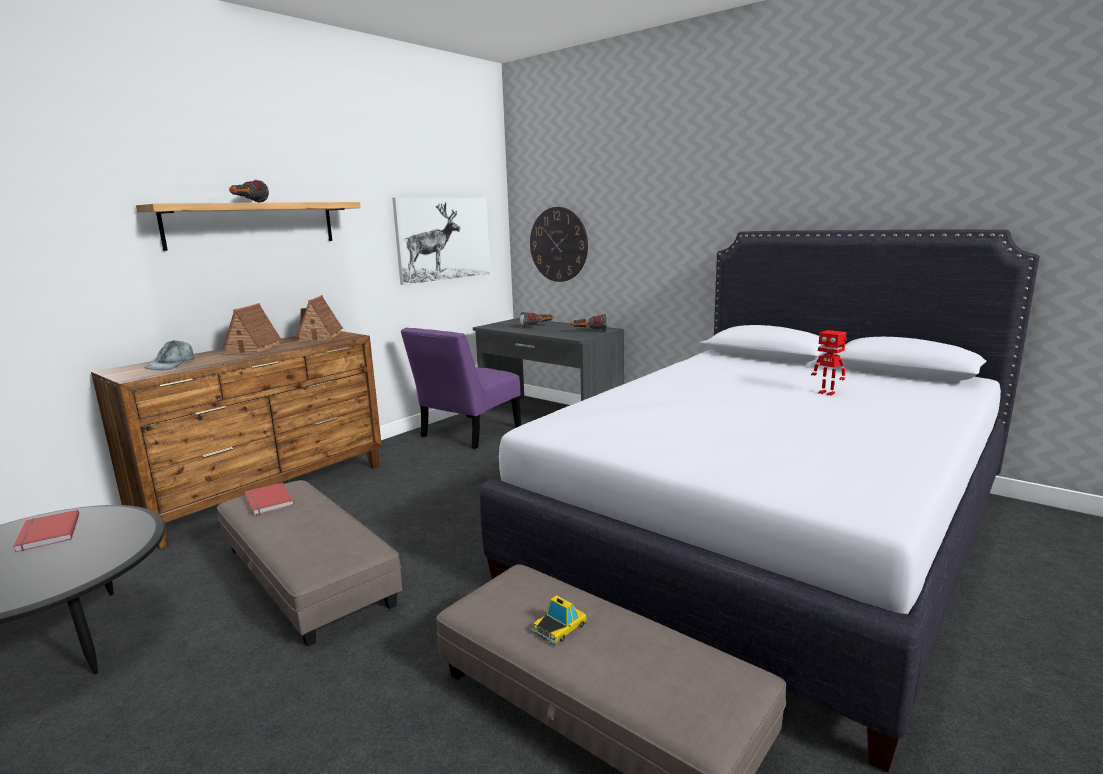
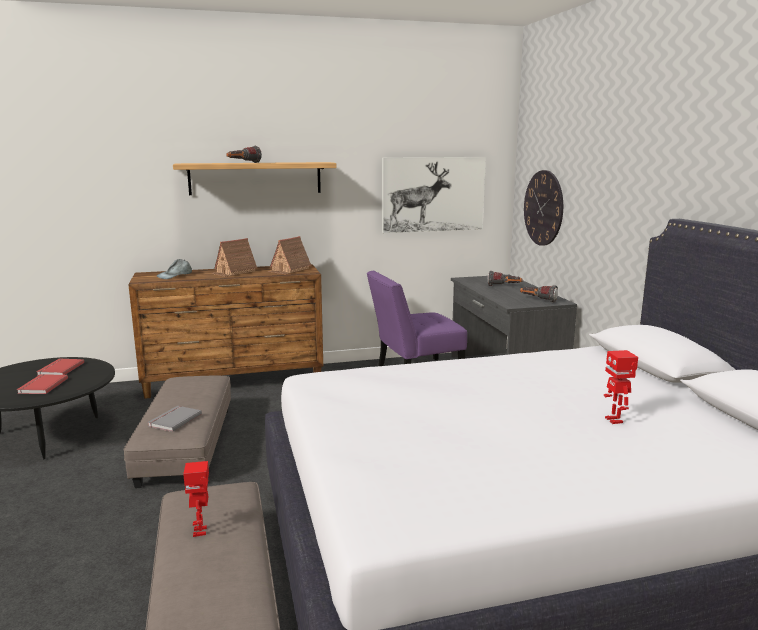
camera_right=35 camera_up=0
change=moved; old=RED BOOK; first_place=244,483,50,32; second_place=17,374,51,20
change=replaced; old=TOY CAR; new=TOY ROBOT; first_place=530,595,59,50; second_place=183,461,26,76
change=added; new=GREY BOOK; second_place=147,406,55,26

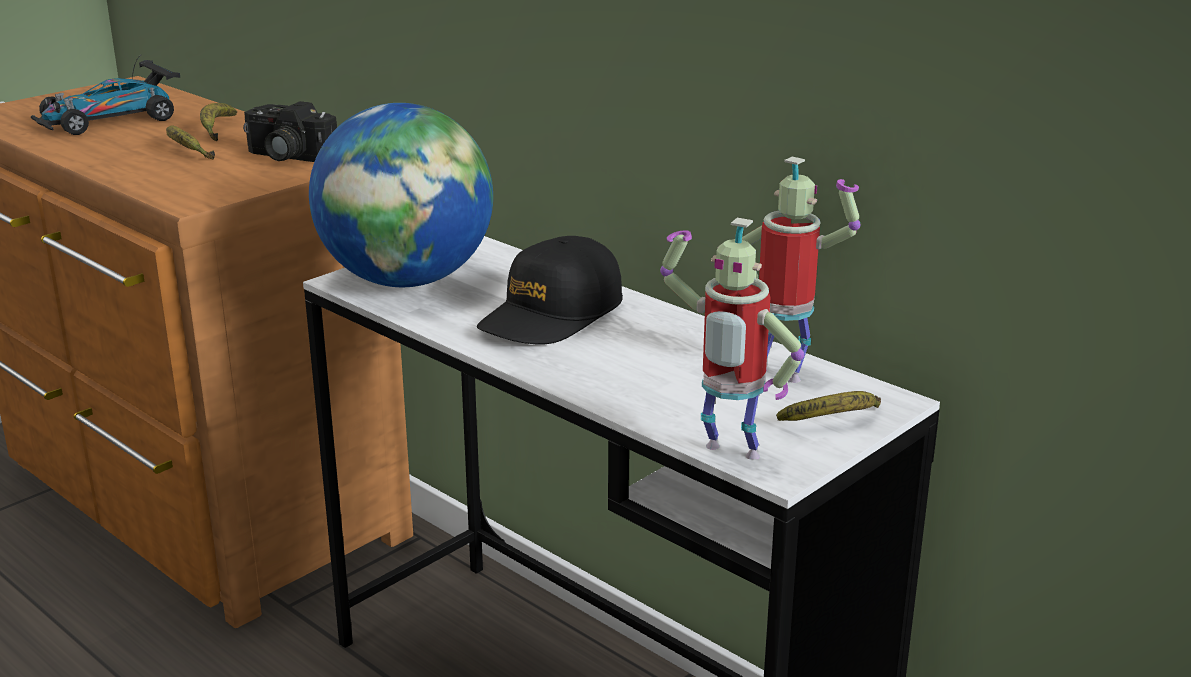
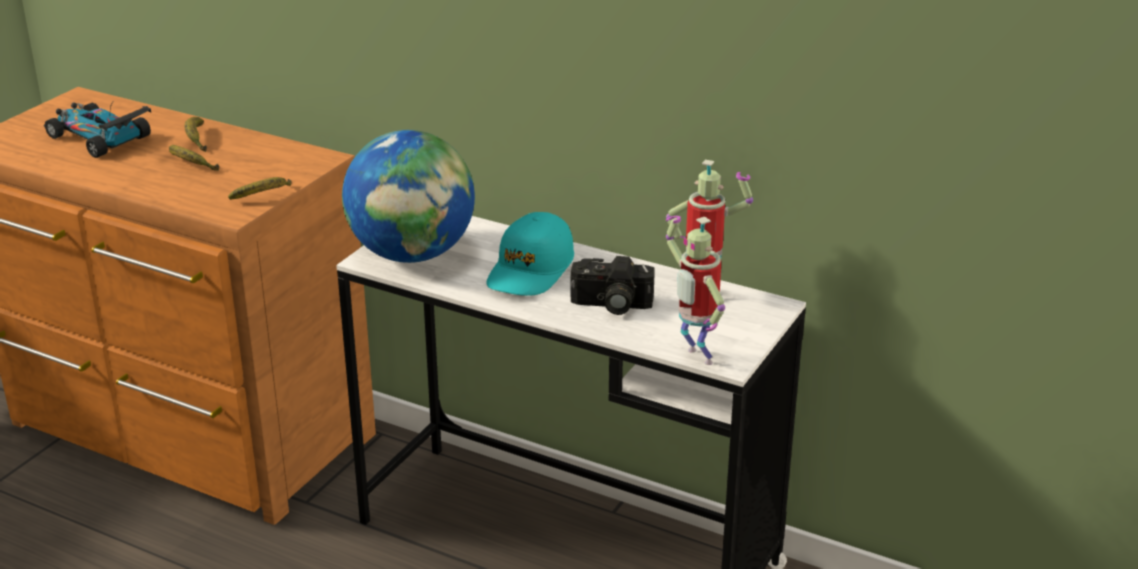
camera_right=-15 camera_up=5
change=turned; old=TOY CAR; first_place=31,55,149,80; second_place=44,101,107,57; degrees=90
change=moved; old=PHOTO CAMERA; first_place=243,101,94,61; second_place=570,256,85,59
change=turned; old=TOY ROBOT; first_place=660,218,144,242; second_place=666,216,59,149; degrees=45
change=recoloured; old=BLACK CAP; new=TURQUOISE CAP; first_place=477,236,146,108; second_place=486,212,88,84
change=moved; old=BANANA; first_place=776,391,105,30; second_place=228,177,64,23

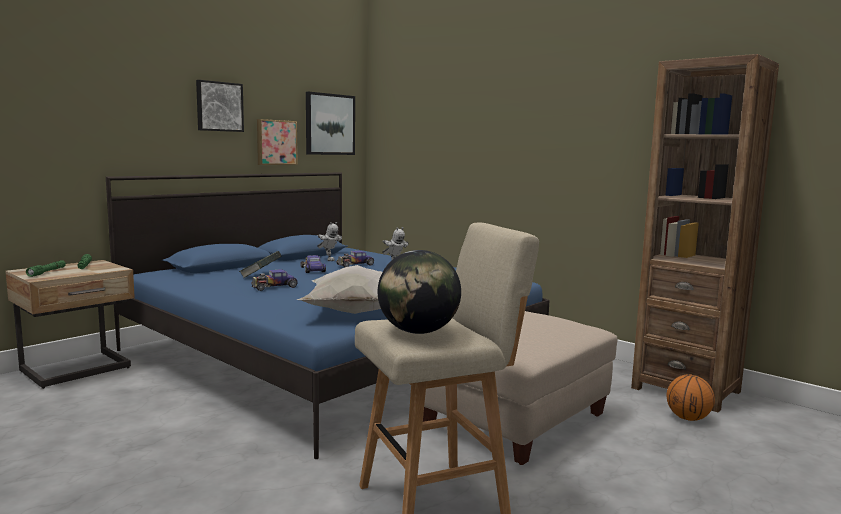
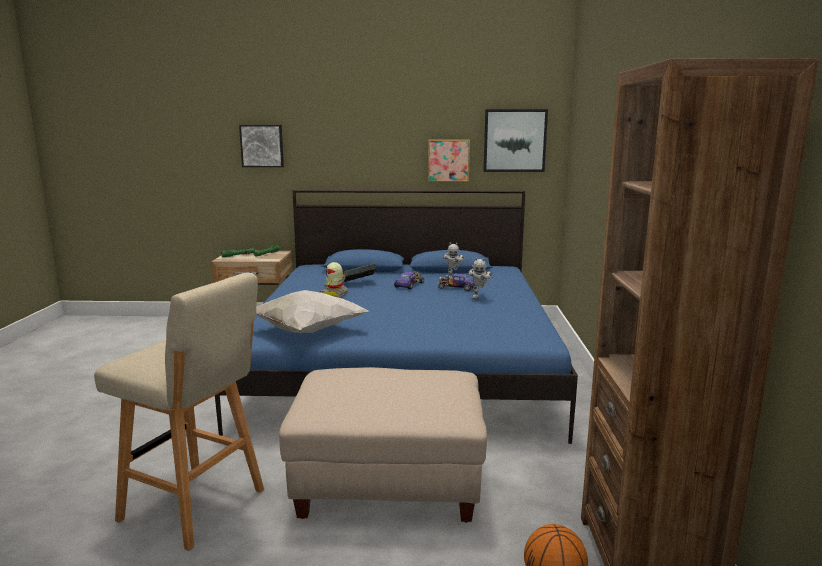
camera_right=50 camera_up=5
change=moved; old=PICTURE; first_place=196,80,48,52; second_place=239,125,45,42
change=removed; old=GLOBE; first_place=378,250,83,84
change=replaced; old=TOY CAR; new=TOY ROBOT; first_place=252,269,46,22; second_place=320,262,29,36

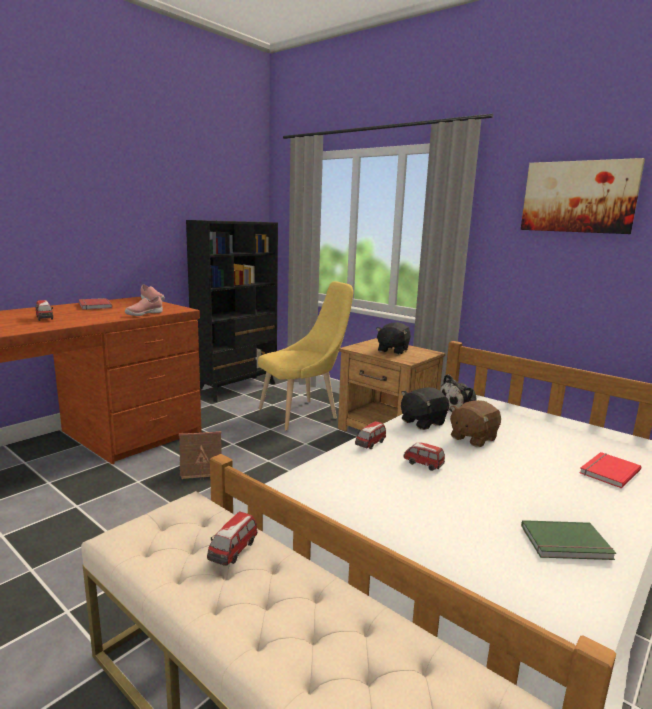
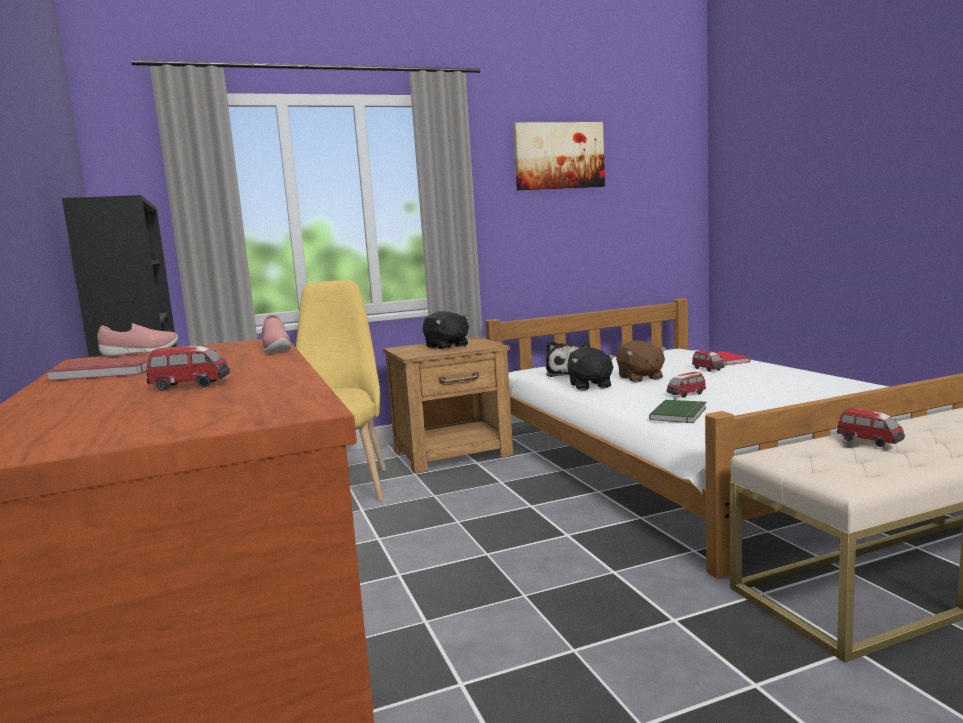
camera_right=-60 camera_up=-5
change=moved; old=TOY CAR; first_place=355,421,31,28; second_place=692,350,33,22
change=removed; old=TOY HOUSE; first_place=179,431,43,49
change=moved; old=GREEN BOOK; first_place=521,520,95,40; second_place=649,400,57,23

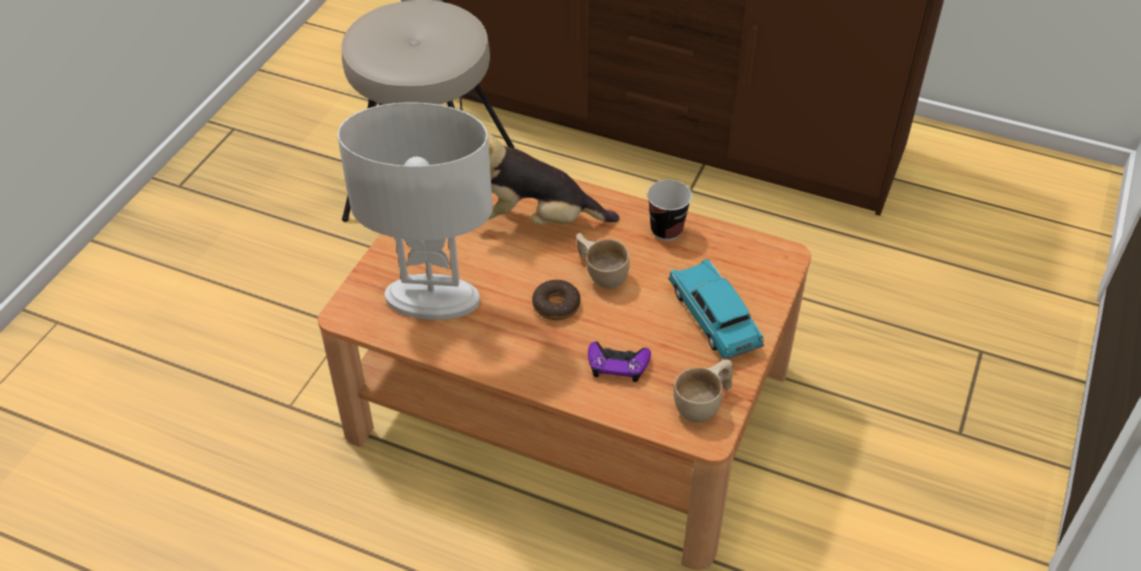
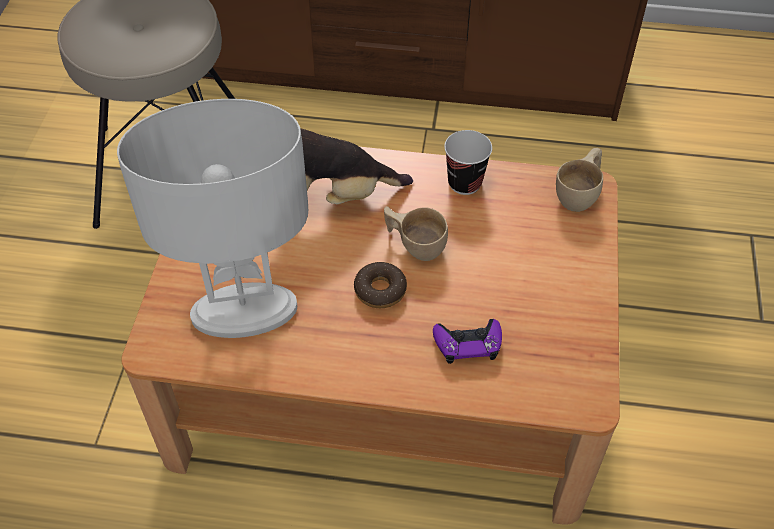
camera_right=-15 camera_up=5
change=removed; old=TURQUOISE TOY CAR; first_place=668,259,96,100
change=moved; old=BEIGE CUP; first_place=674,359,59,64; second_place=556,148,47,64

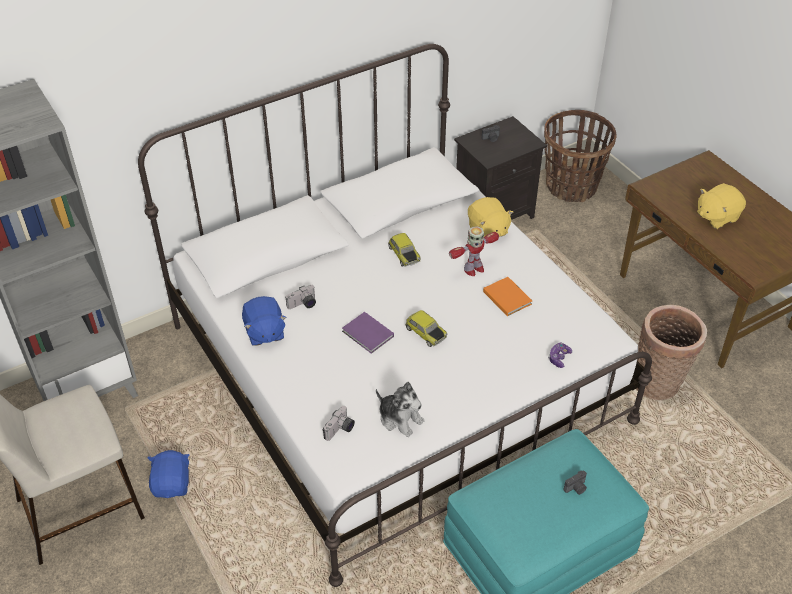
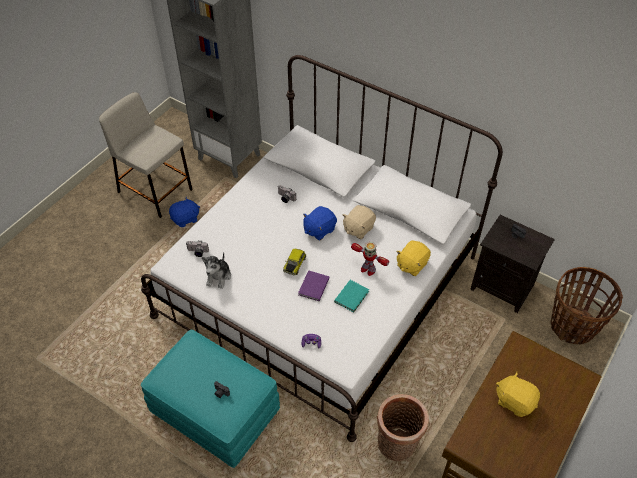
camera_right=65 camera_up=5
change=replaced; old=TOY CAR; new=BEIGE PLUSH TOY; first_place=388,233,33,34; second_place=343,205,33,34
change=recoloured; old=ORANGE BOOK; new=TURQUOISE BOOK; first_place=483,277,49,39; second_place=334,280,35,32
change=moved; old=BLUE PLUSH TOY; first_place=242,296,44,50; second_place=303,206,34,35
change=moved; old=PURPLE BOOK; first_place=342,312,52,42; second_place=298,270,31,31

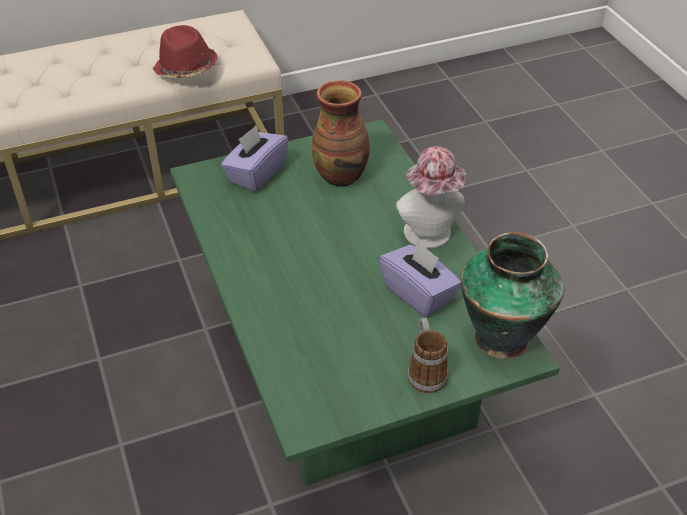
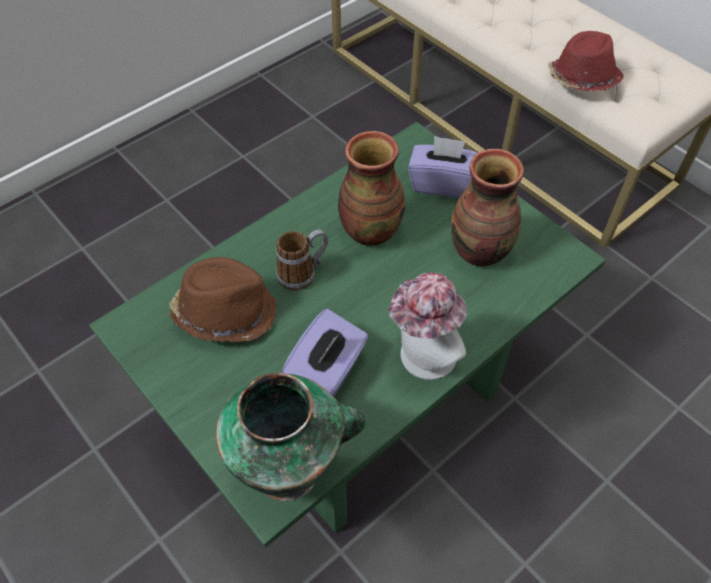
camera_right=70 camera_up=10
change=moved; old=MUG; first_place=408,318,40,75; second_place=276,230,52,61
change=added; new=VASE; second_place=338,131,67,115
change=added; new=BROWN HAT; second_place=169,257,108,85

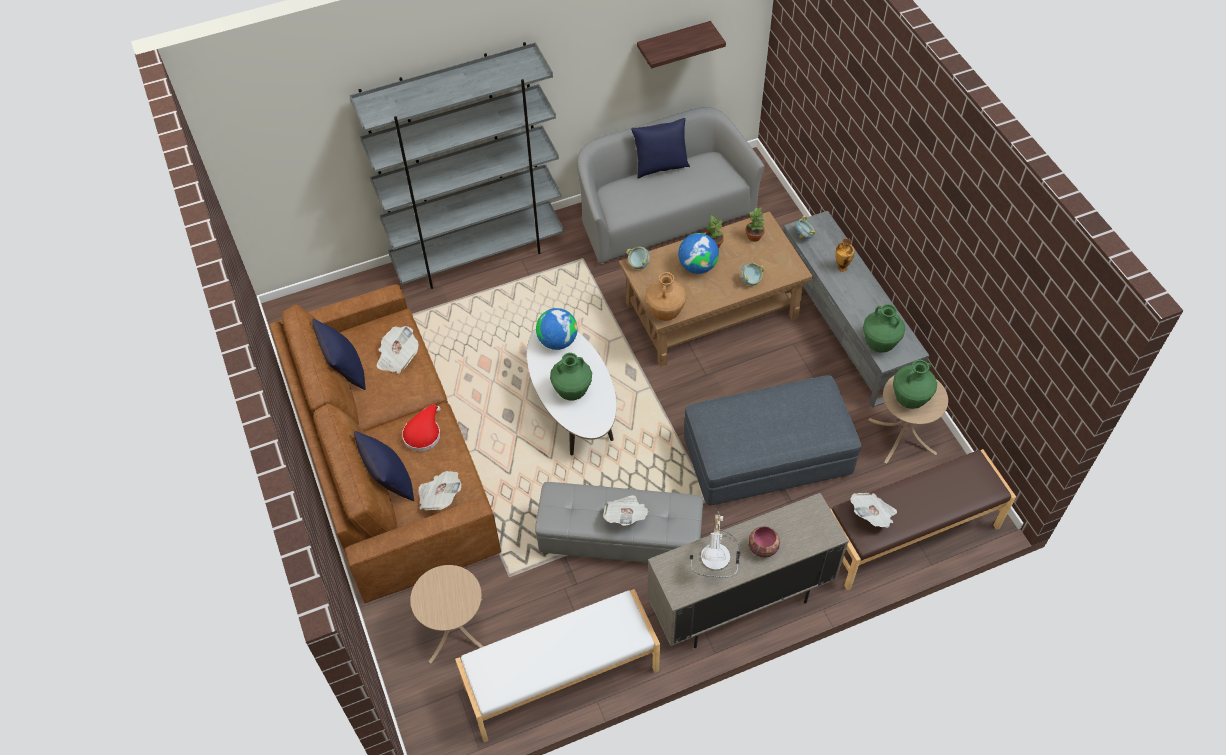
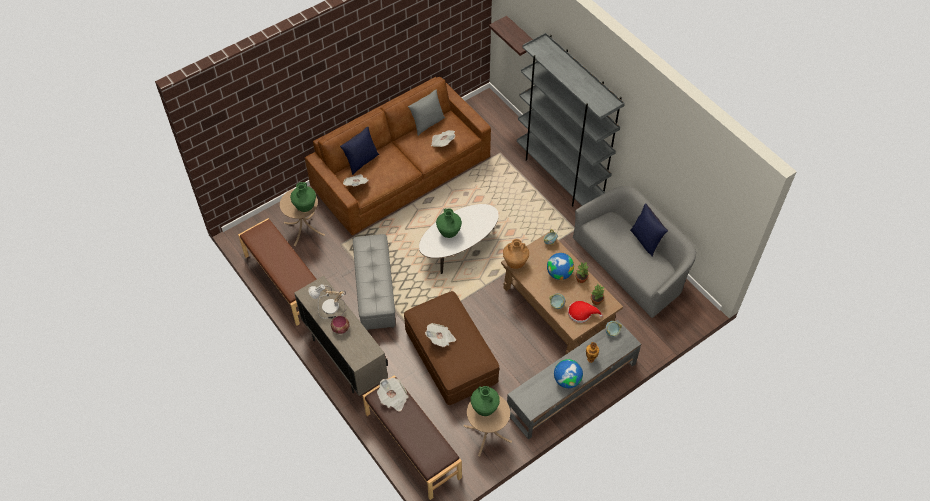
camera_right=75 camera_up=0
change=moved; old=SHELF; first_place=637,21,89,48; second_place=489,16,44,40
change=moved; old=GREEN VASE; first_place=863,304,42,49; second_place=290,182,26,30
change=moved; old=GLOBE; first_place=536,308,42,42; second_place=554,359,29,29
change=recoloured; old=BLUE PILLOW; new=GREY PILLOW; first_place=312,319,54,71; second_place=408,90,37,46
change=recoloured; old=GREY OTTOMAN; new=BROWN OTTOMAN; first_place=684,375,177,131; second_place=404,291,95,114
change=moved; old=RED HAT; first_place=402,405,39,47; second_place=568,301,35,22
change=moved; old=NEWSPAPER; first_place=603,495,46,31; second_place=425,323,31,24
change=recoloured; old=WHITE BENCH; new=BROWN BENCH; first_place=455,589,205,153; second_place=238,218,79,108

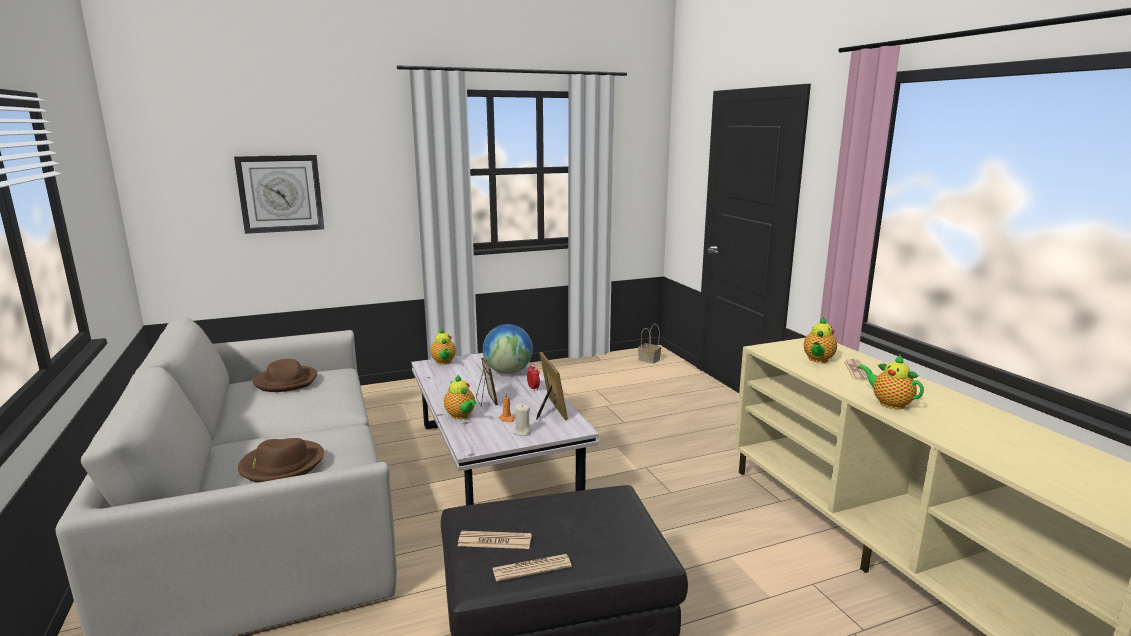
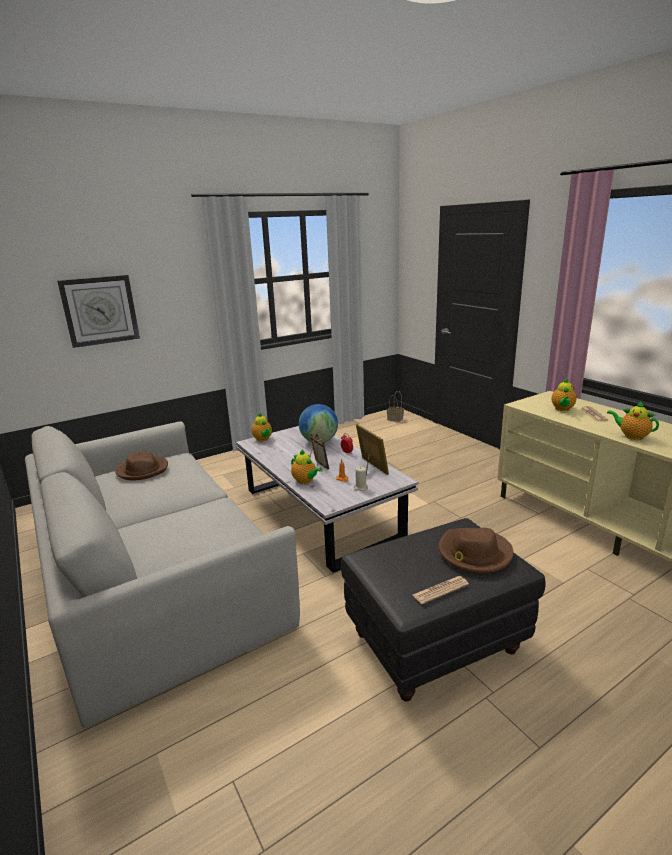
camera_right=-10 camera_up=5
change=moved; old=BROWN HAT; first_place=238,438,86,45; second_place=438,528,76,46
change=removed; old=NEWSPAPER; first_place=458,531,74,18

